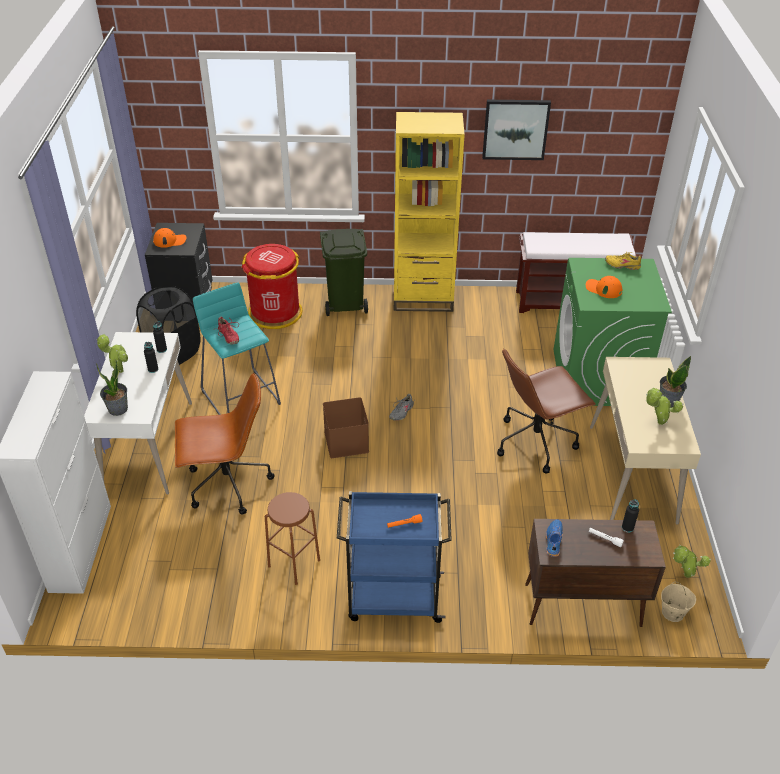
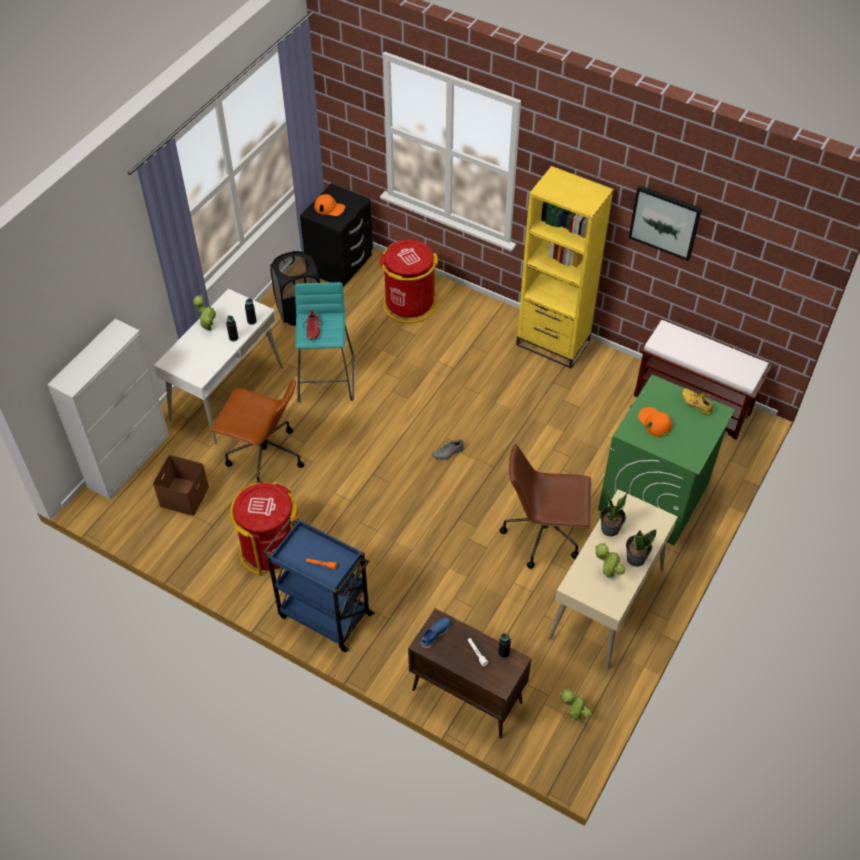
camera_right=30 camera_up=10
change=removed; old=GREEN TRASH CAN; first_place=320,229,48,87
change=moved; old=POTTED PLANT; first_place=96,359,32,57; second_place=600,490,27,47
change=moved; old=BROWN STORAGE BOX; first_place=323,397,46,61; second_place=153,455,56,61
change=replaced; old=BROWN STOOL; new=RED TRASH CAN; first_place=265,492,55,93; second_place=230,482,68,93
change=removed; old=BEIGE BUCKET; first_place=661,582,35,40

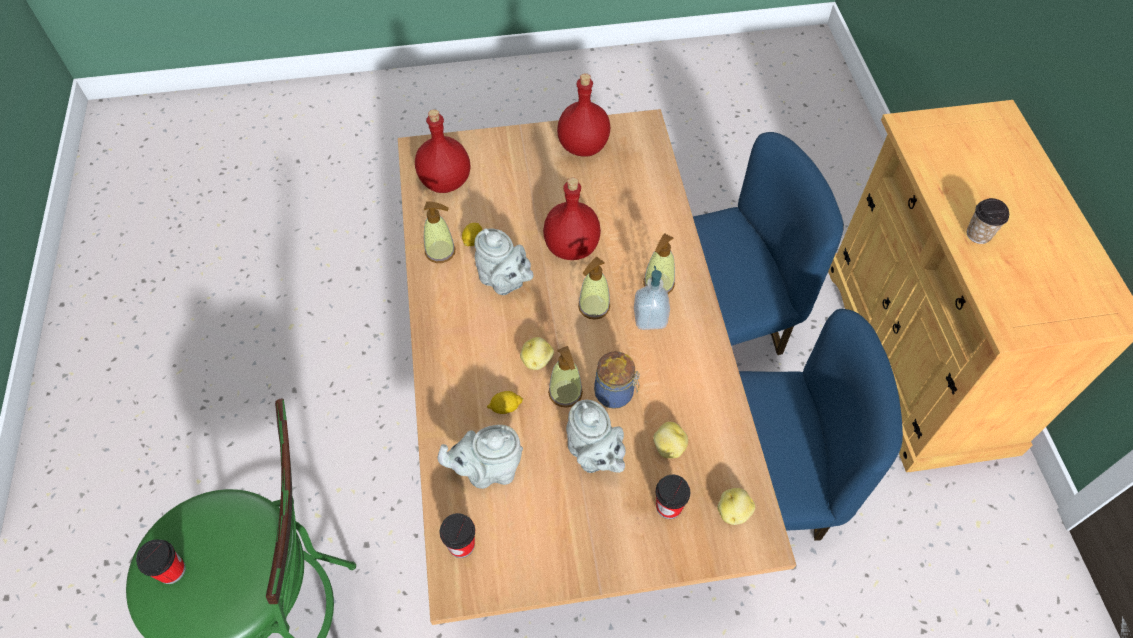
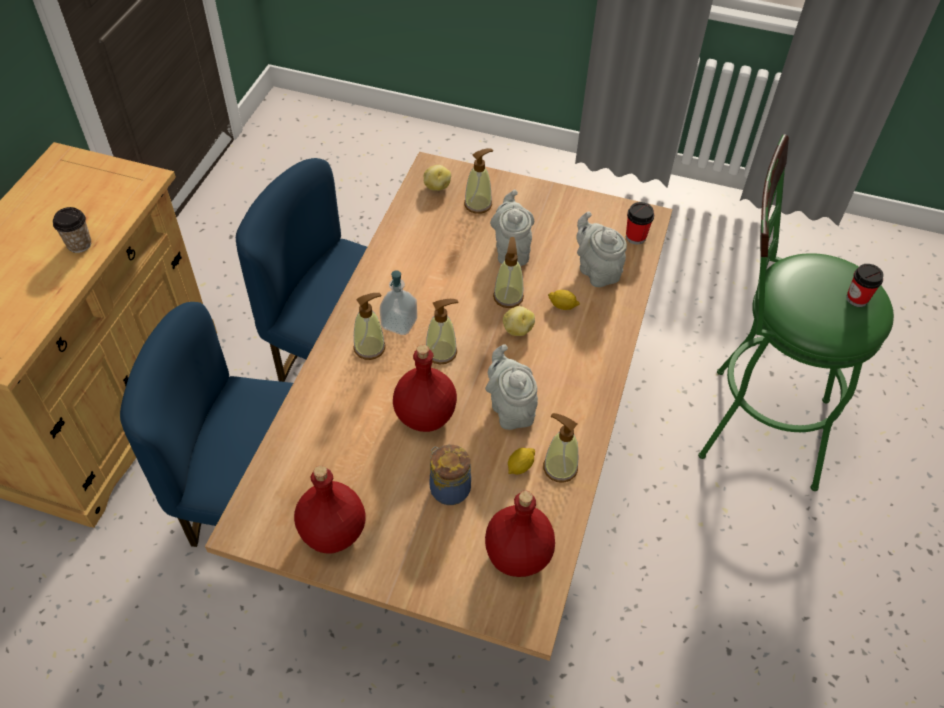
camera_right=-155 camera_up=-5
change=moved; old=JAR; first_place=594,351,46,58; second_place=430,445,41,60
change=removed; old=POTATO; first_place=653,422,35,36
change=turned; old=GREY TEAPOT; first_place=438,425,85,64; second_place=576,211,51,76; degrees=-135
change=replaced; old=CUP; new=SOAP DISPENSER; first_place=655,474,35,45; second_place=464,148,29,66

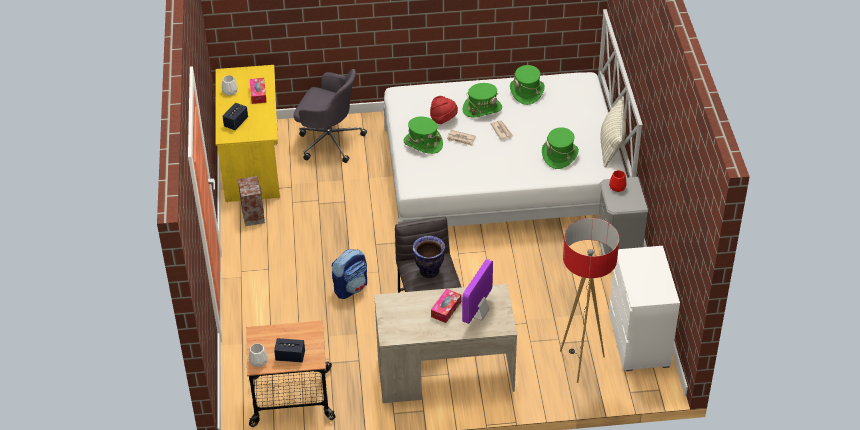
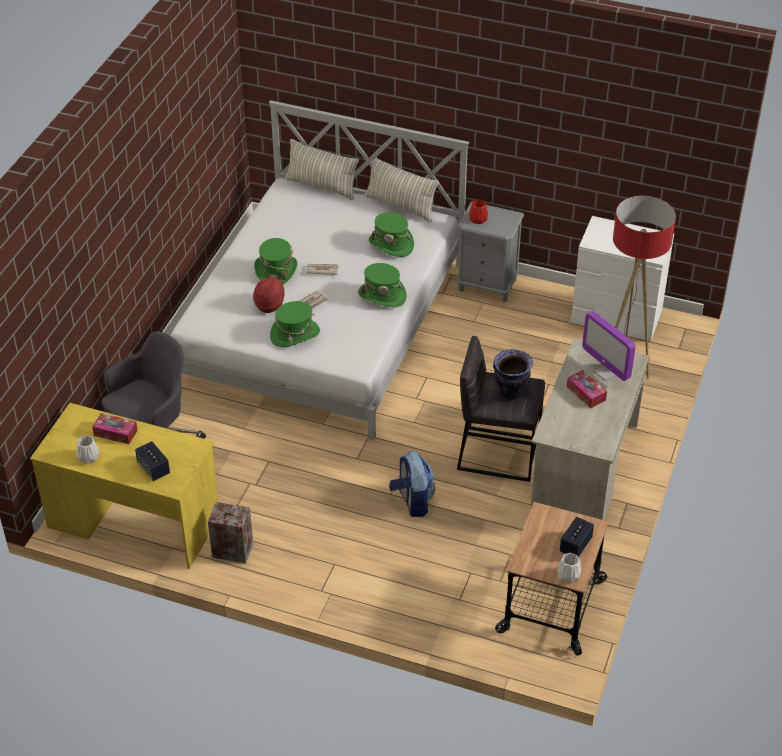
camera_right=-65 camera_up=0
change=moved; old=GREEN HAT; first_place=510,65,35,40; second_place=358,263,49,44
change=added; new=PILLOW; second_place=285,139,74,61

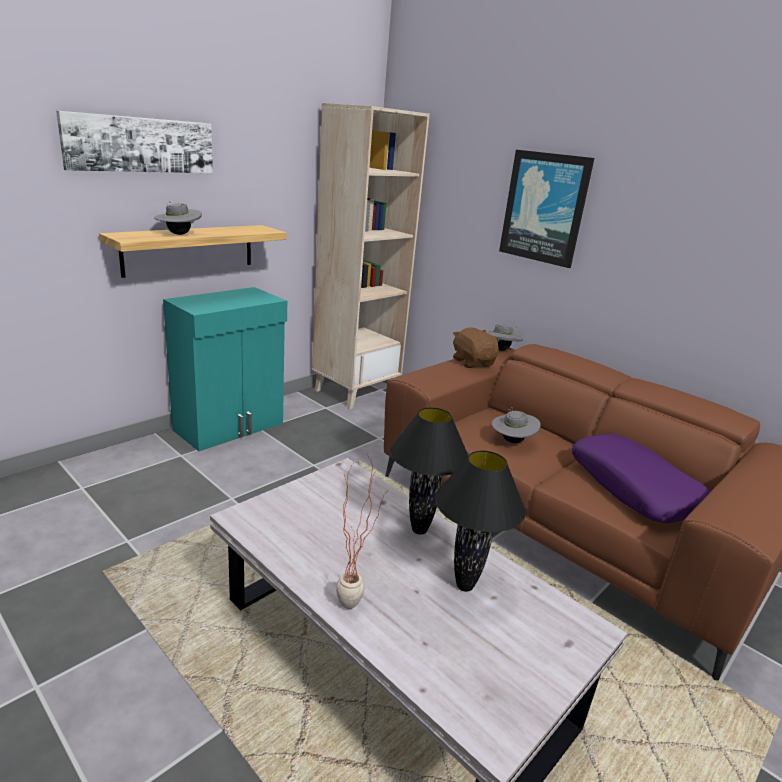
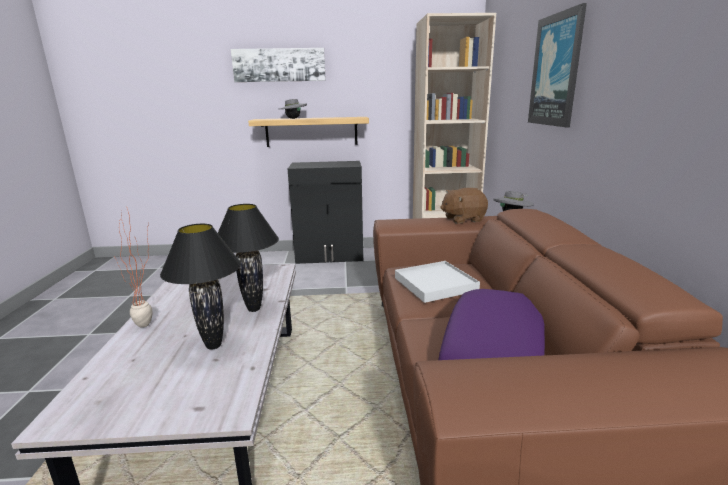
camera_right=45 camera_up=-5
change=recoloured; old=TURQUOISE CABINET; new=BLACK CABINET; first_place=163,287,124,164; second_place=288,161,75,103
change=turned; old=BROWN PLUSH TOY; first_place=453,327,46,41; second_place=440,188,48,36; degrees=-120
change=replaced; old=GREY HAT; new=WHITE TRAY; first_place=492,407,49,36; second_place=395,261,85,42

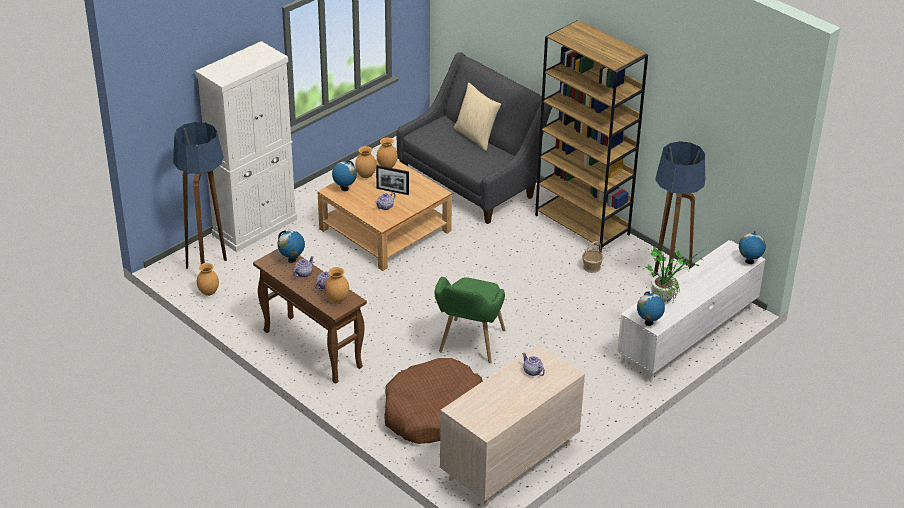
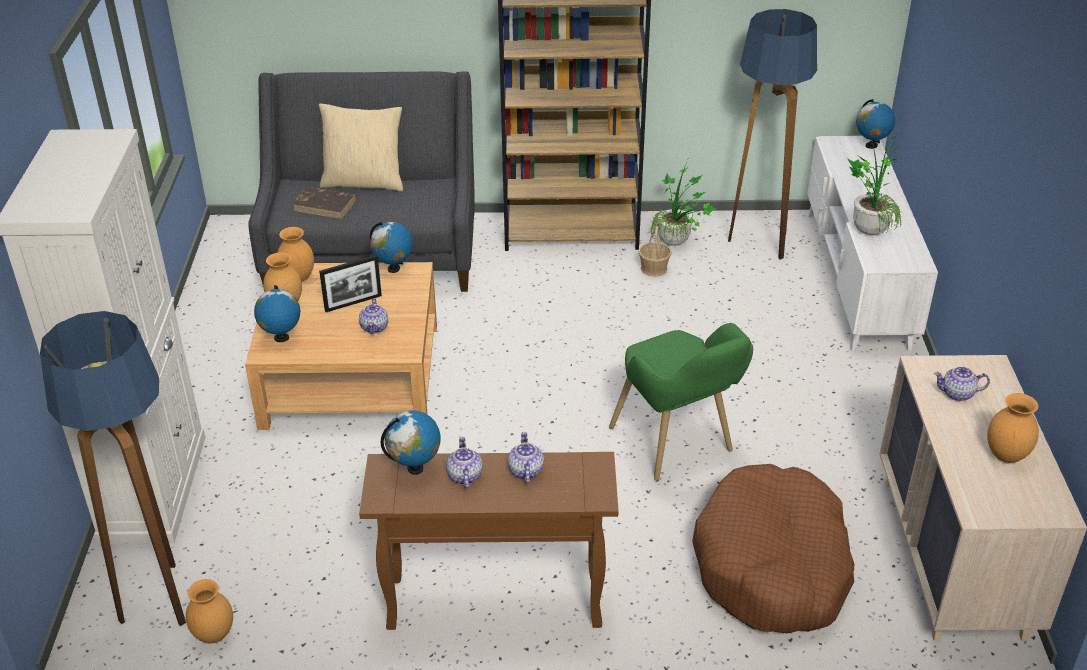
camera_right=-45 camera_up=0
change=moved; old=BROWN VASE; first_place=325,267,24,36; second_place=987,393,52,70
change=moved; old=GLOBE; first_place=637,291,28,35; second_place=370,222,43,51
change=added; new=POTTED PLANT; second_place=650,160,67,86
change=added; new=BROWN BOOK; second_place=293,187,64,32

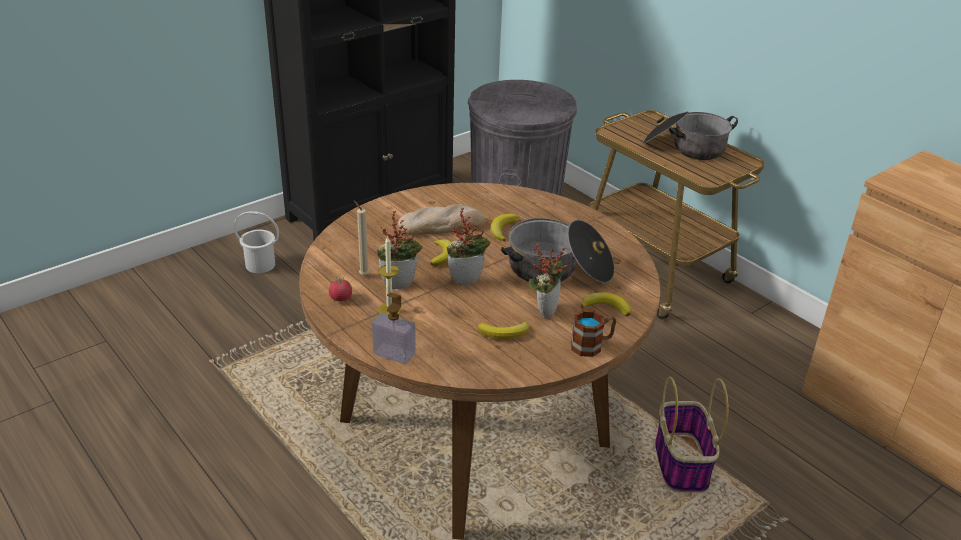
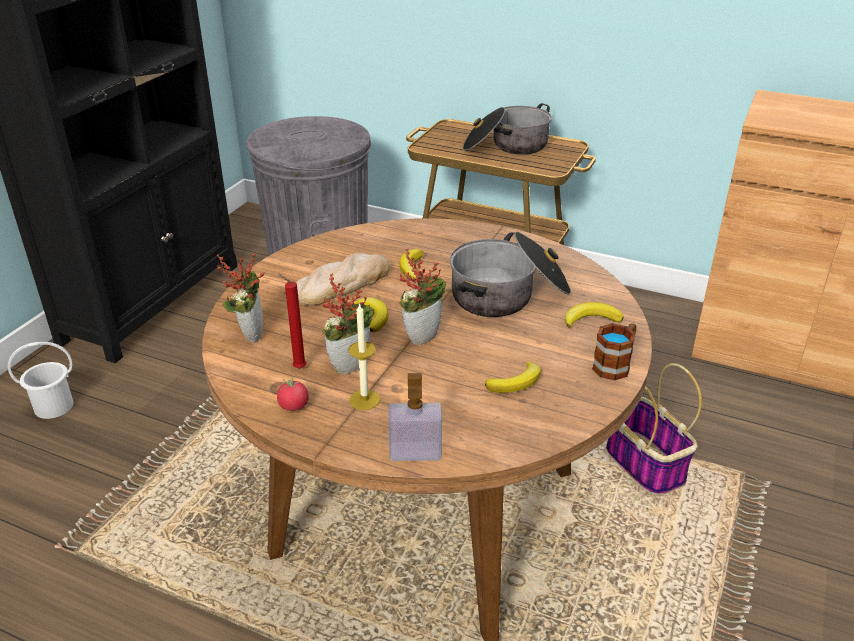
camera_right=-25 camera_up=0
change=recoloured; old=BEIGE CANDLE; new=RED CANDLE; first_place=354,200,15,76; second_place=278,273,28,96
change=moved; old=POTTED PLANT; first_place=529,241,39,77; second_place=217,253,47,90

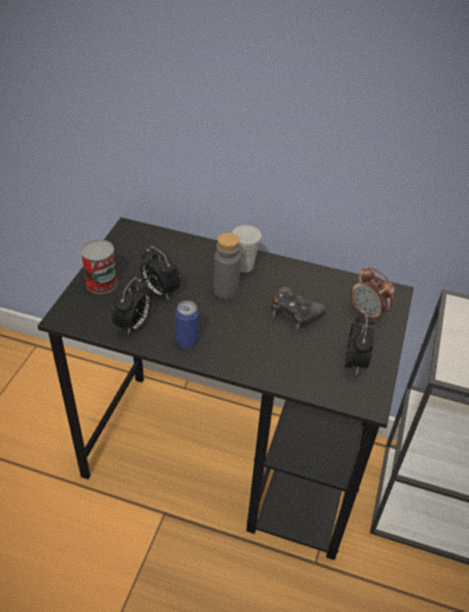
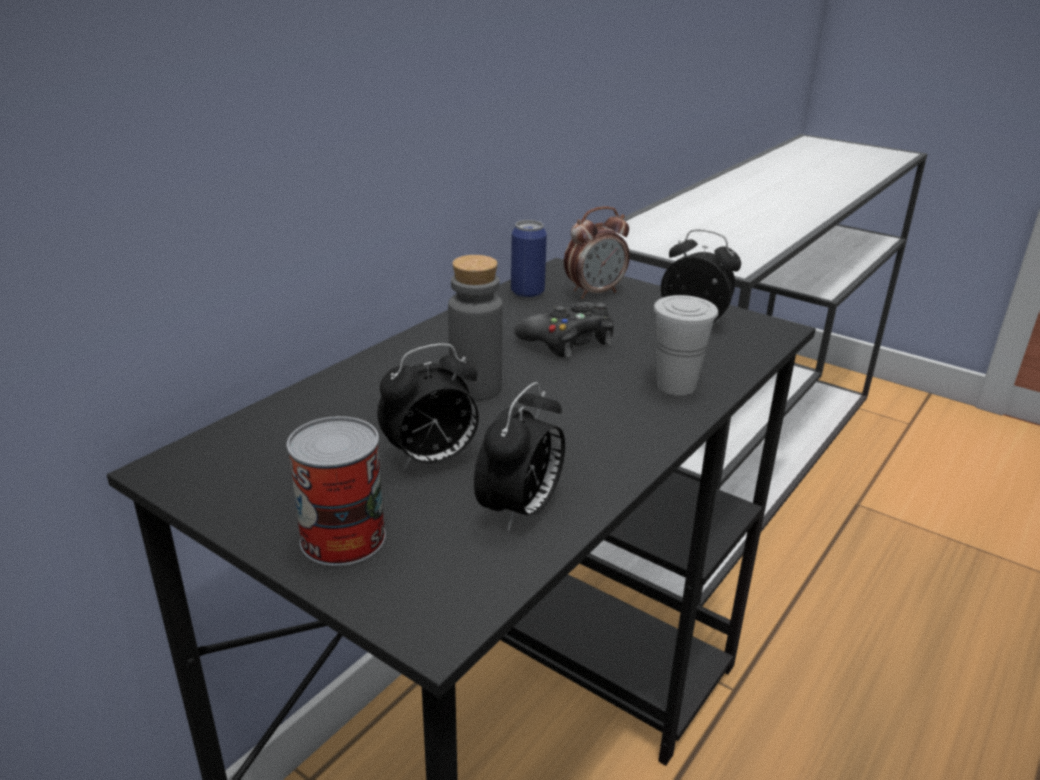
camera_right=-70 camera_up=-15
change=moved; old=WHITE CUP; first_place=232,225,30,48; second_place=654,295,64,101
change=turned; old=ALARM CLOCK; first_place=112,277,39,58; second_place=474,382,91,149; degrees=75
change=moved; old=CAN; first_place=175,301,24,47; second_place=511,220,36,78

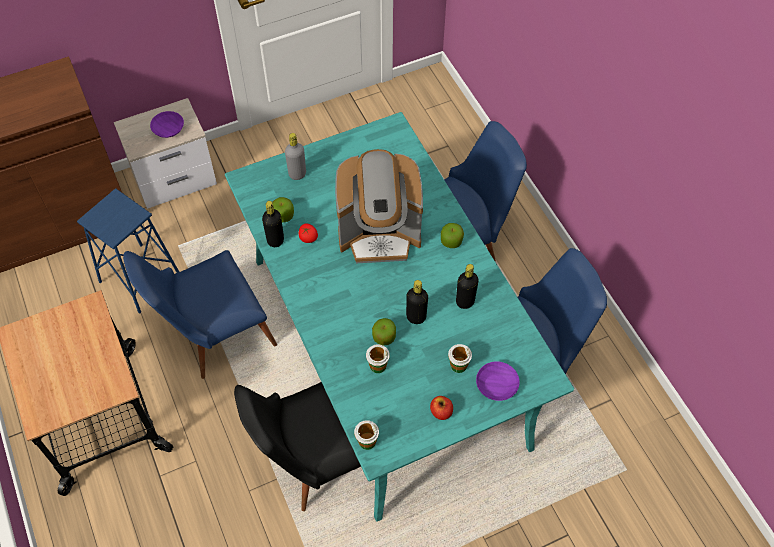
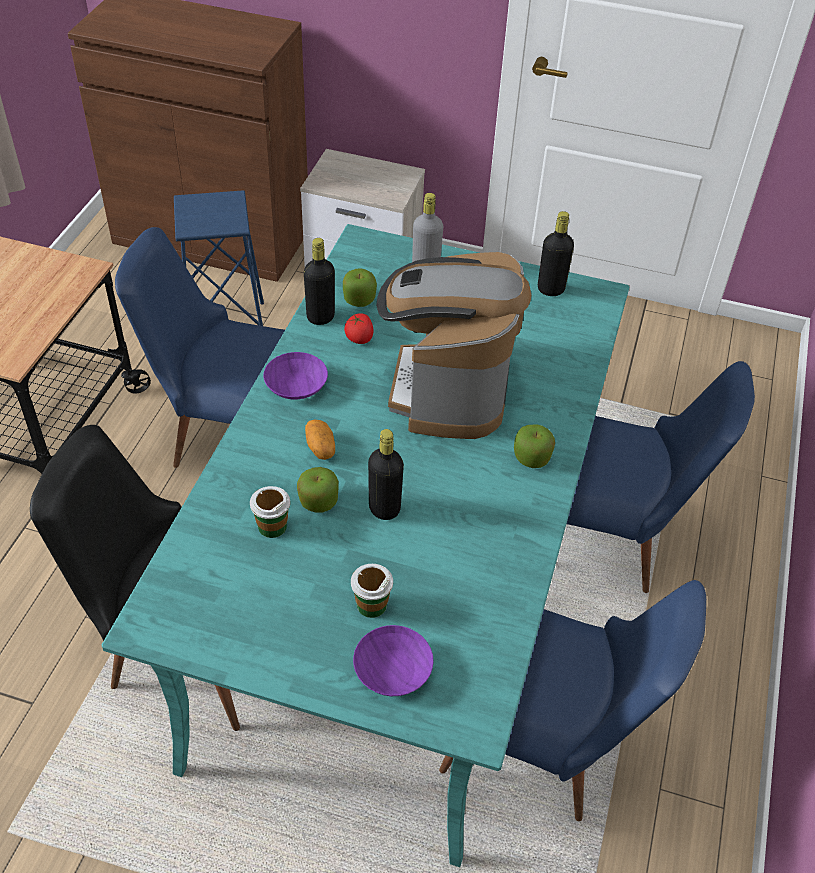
camera_right=40 camera_up=-10
change=moved; old=PURPLE BOWL; first_place=150,111,34,27; second_place=263,352,65,47
change=turned; old=COFFEE MACHINE; first_place=335,149,88,114; second_place=376,252,155,187; degrees=60
change=moved; old=BLACK BOTTLE; first_place=456,264,22,45; second_place=538,211,36,85
change=removed; old=APPLE; first_place=430,396,23,24
change=removed; old=CUP; first_place=354,420,25,30
change=added; new=POTATO; second_place=305,419,30,41

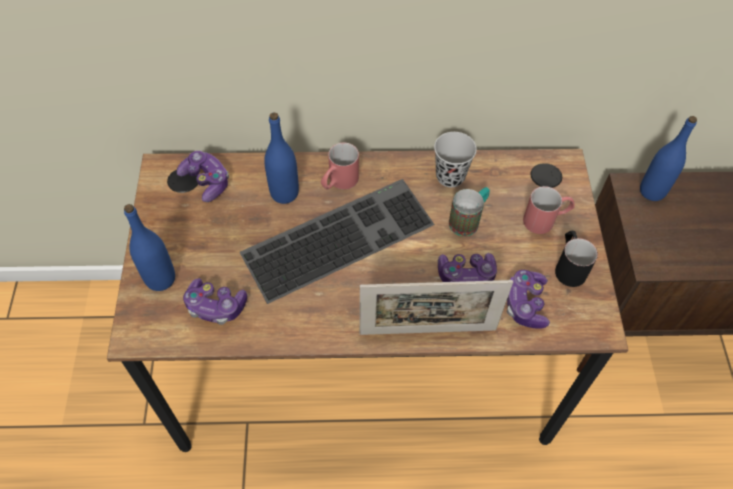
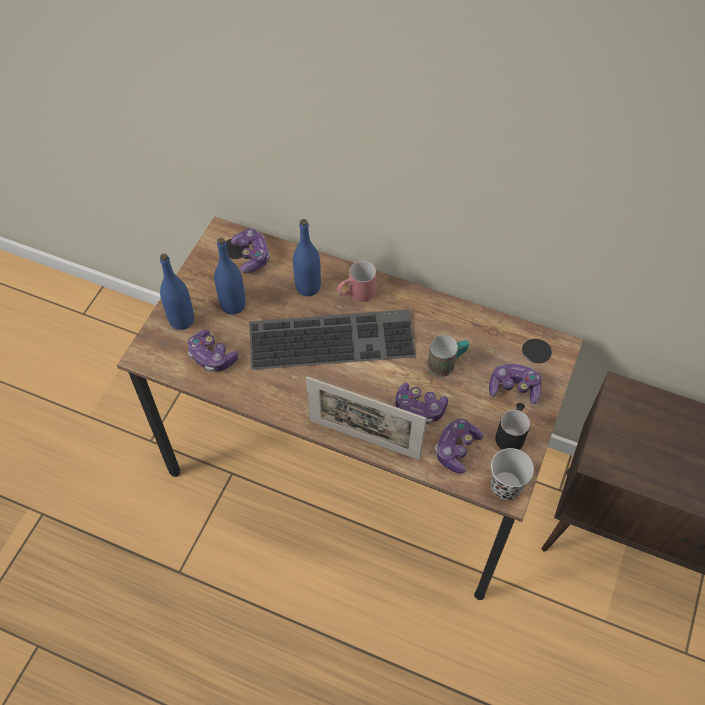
camera_right=25 camera_up=0
change=moved; old=BLUE BOTTLE; first_place=640,116,57,85; second_place=214,238,32,77
change=moved; old=BLACK CUP; first_place=434,132,43,55; second_place=491,448,43,52
change=replaced; old=RED MUG; new=GAME CONTROLLER; first_place=523,186,52,48; second_place=489,364,52,40

